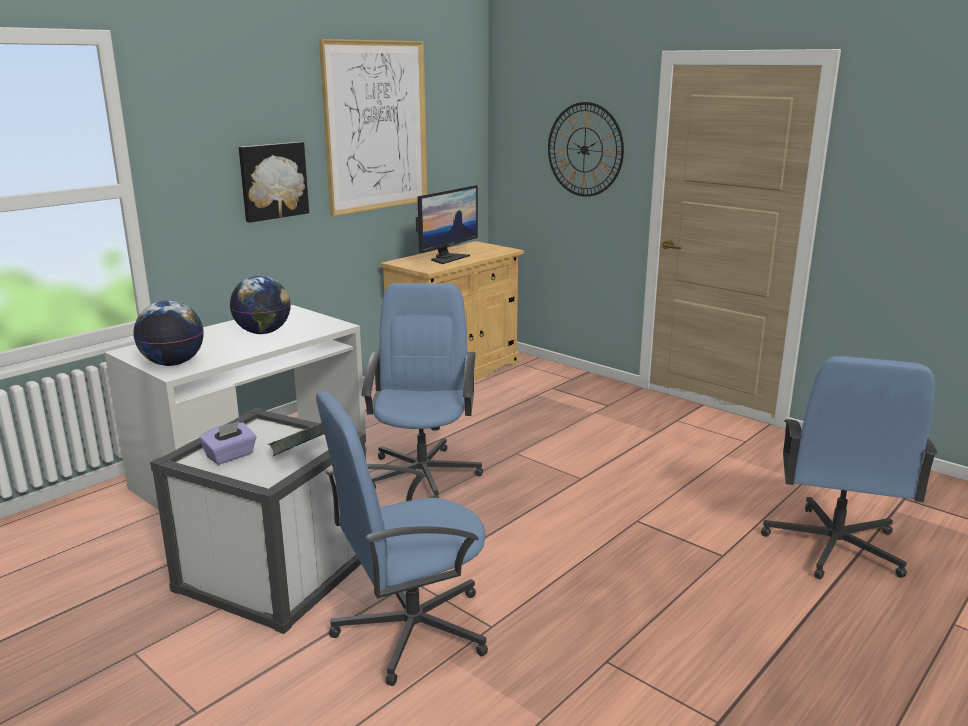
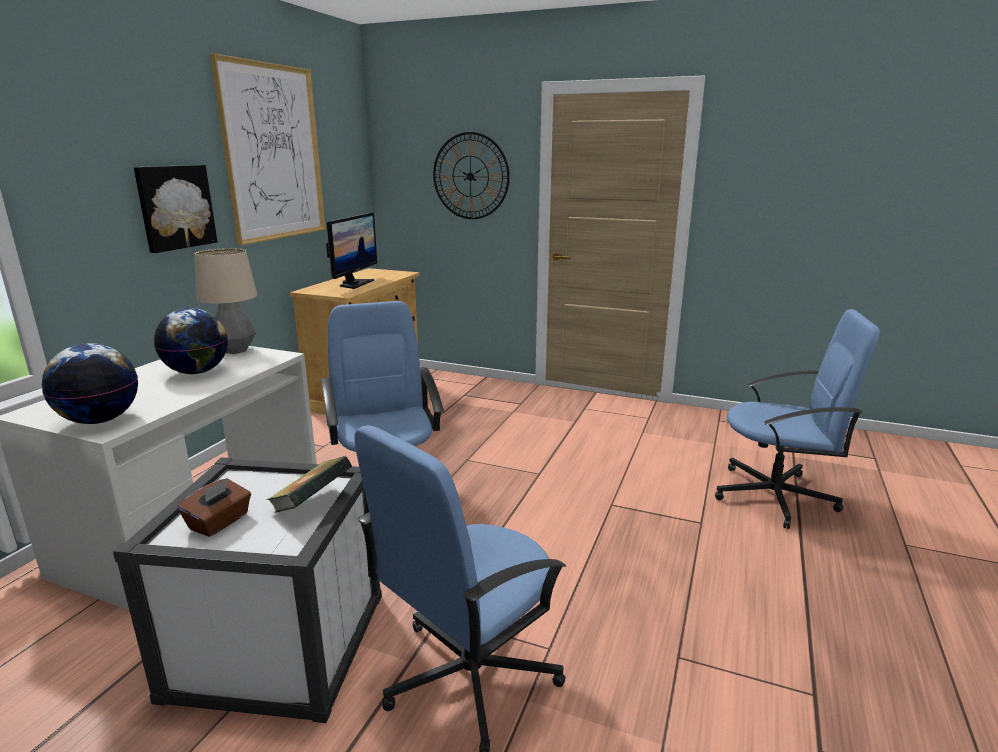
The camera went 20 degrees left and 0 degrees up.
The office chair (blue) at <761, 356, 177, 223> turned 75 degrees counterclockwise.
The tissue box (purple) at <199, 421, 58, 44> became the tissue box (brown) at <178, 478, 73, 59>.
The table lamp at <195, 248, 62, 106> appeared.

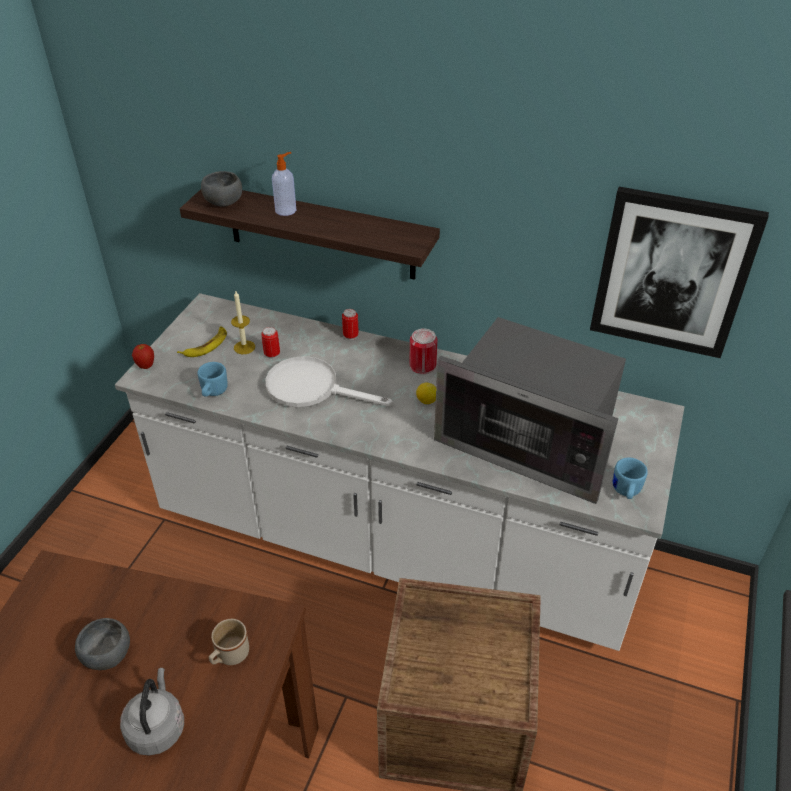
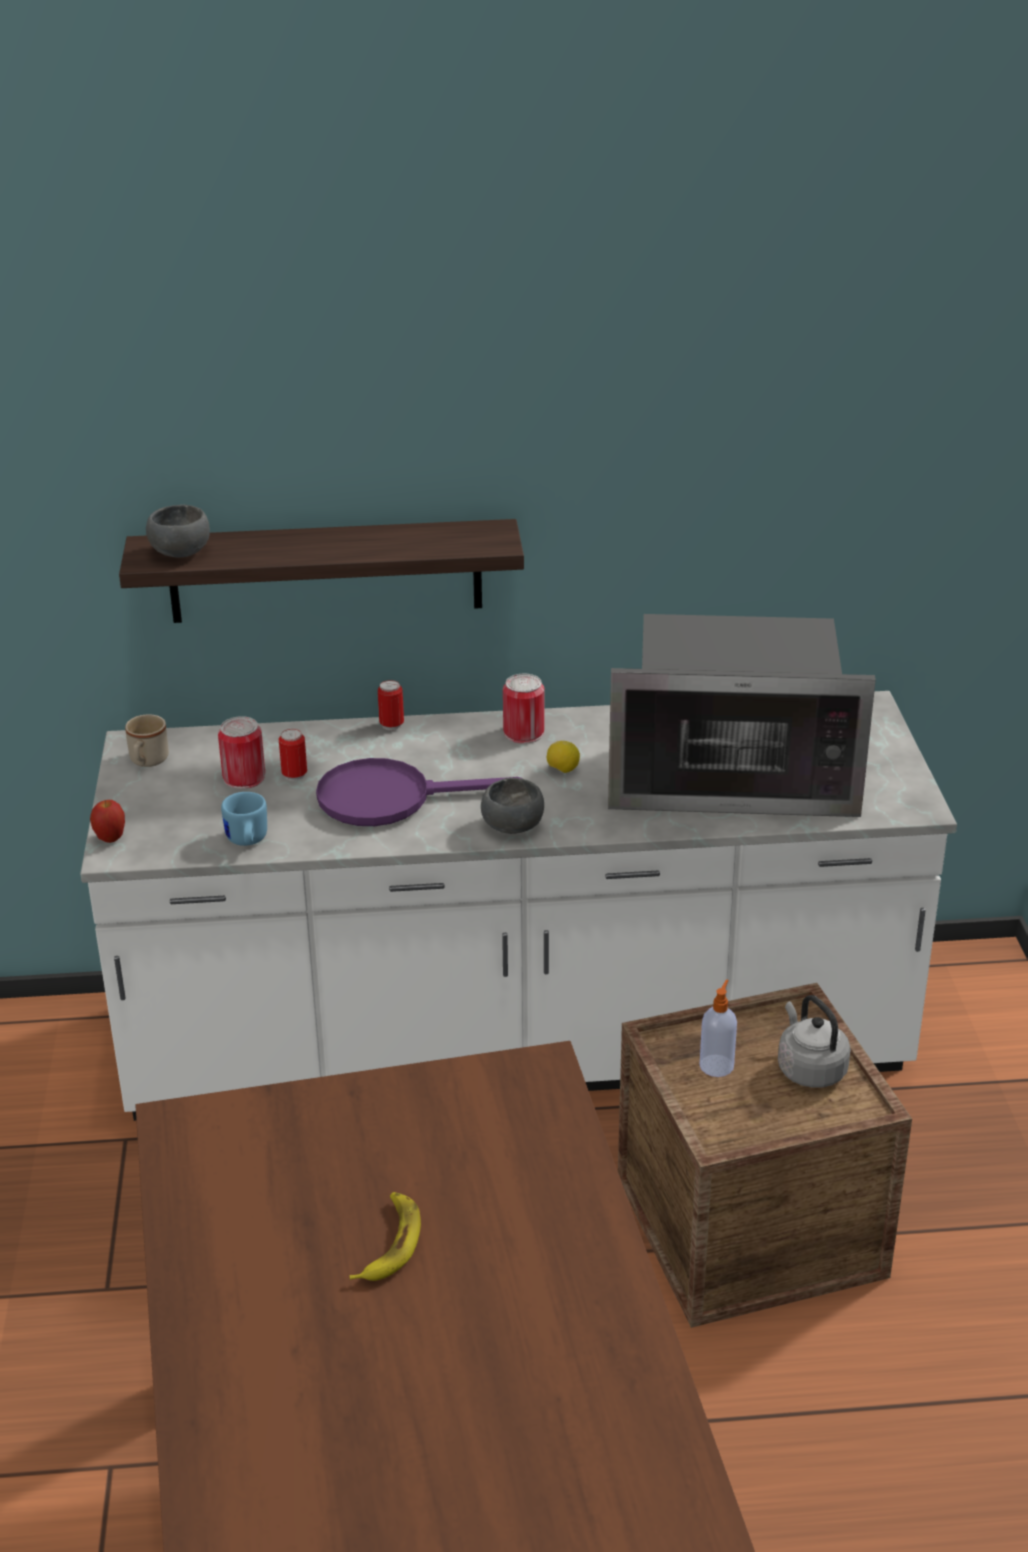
The camera went 25 degrees left and 10 degrees down.
The soap dispenser moved from <272, 152, 24, 64> to <699, 979, 38, 98>.
The picture at <590, 187, 179, 171> disappeared.
The candle at <231, 291, 24, 63> was replaced by the can at <218, 716, 47, 73>.
The banana moved from <177, 326, 50, 31> to <350, 1192, 71, 89>.
The frying pan (white) at <266, 356, 127, 52> became the frying pan (purple) at <316, 758, 207, 68>.
The mug (blue) at <613, 457, 35, 42> disappeared.
The bowl (grey) moved from <75, 618, 55, 52> to <481, 778, 63, 56>.
The mug (beige) moved from <209, 619, 40, 46> to <125, 714, 44, 53>.
The kettle (grey) moved from <120, 668, 64, 88> to <778, 995, 73, 93>.

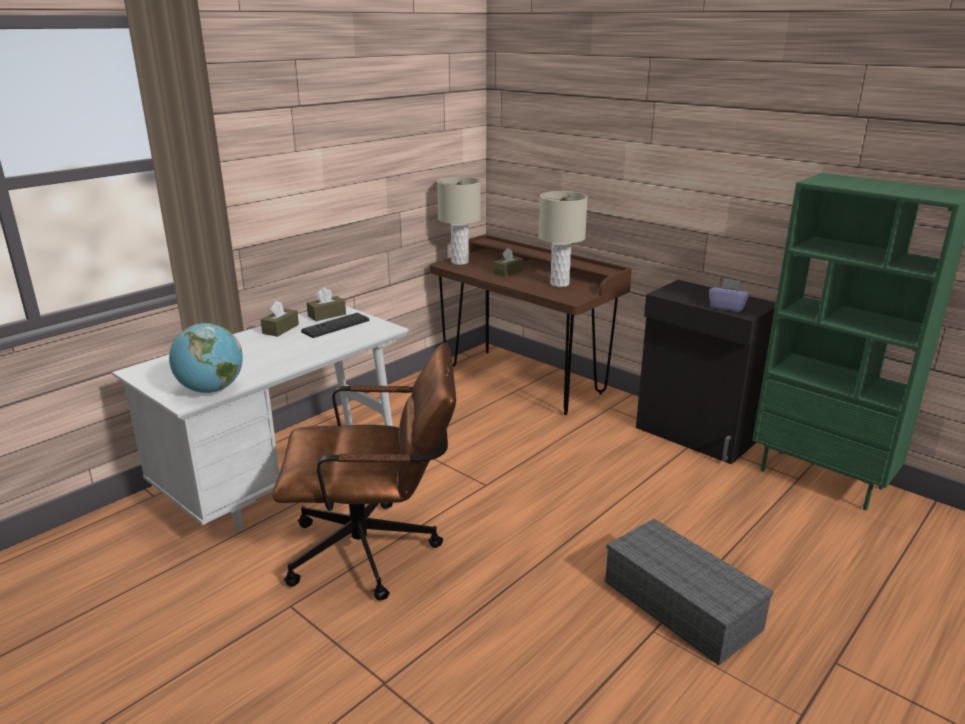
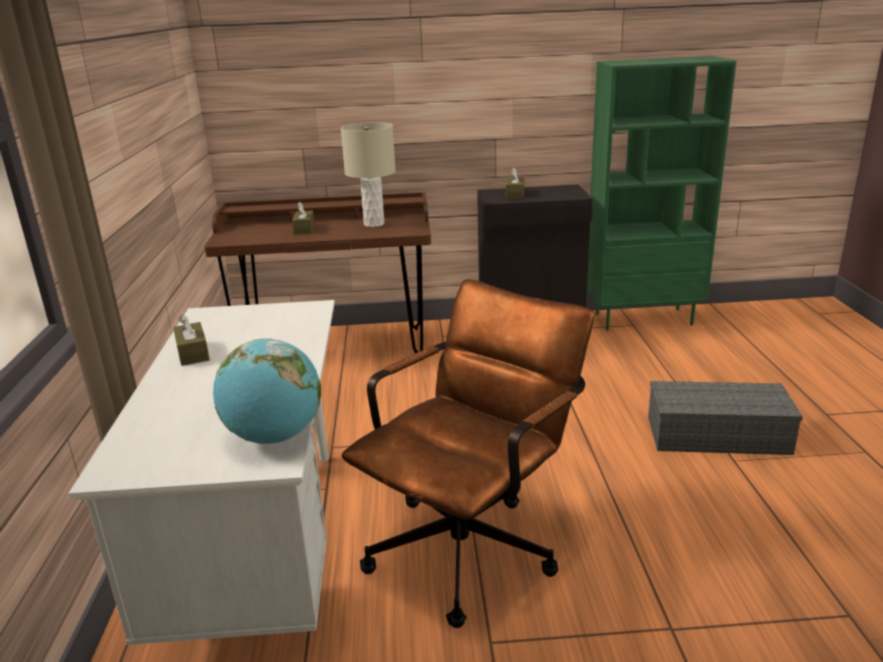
The camera went 45 degrees left and 0 degrees up.
The table lamp (beige) at <437, 177, 44, 88> disappeared.
The tissue box (purple) at <709, 278, 41, 34> disappeared.
The tissue box (brown) moved from <307, 287, 39, 34> to <506, 168, 19, 31>.
The keyboard at <301, 313, 68, 25> disappeared.

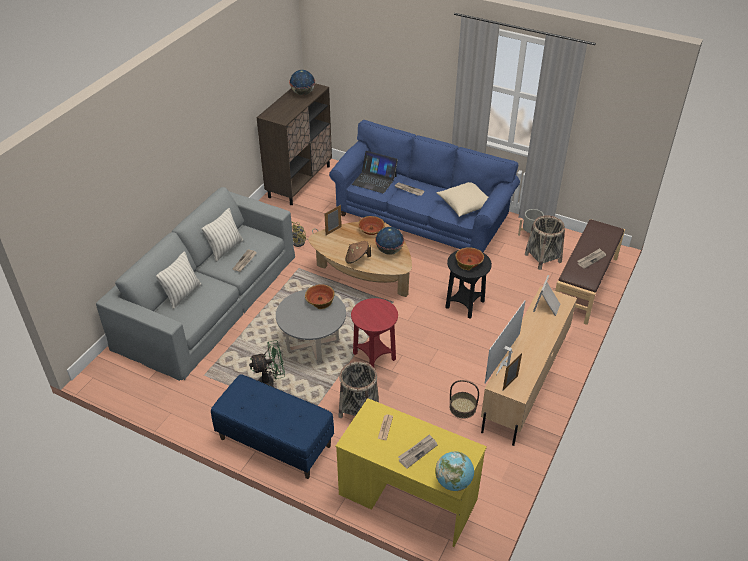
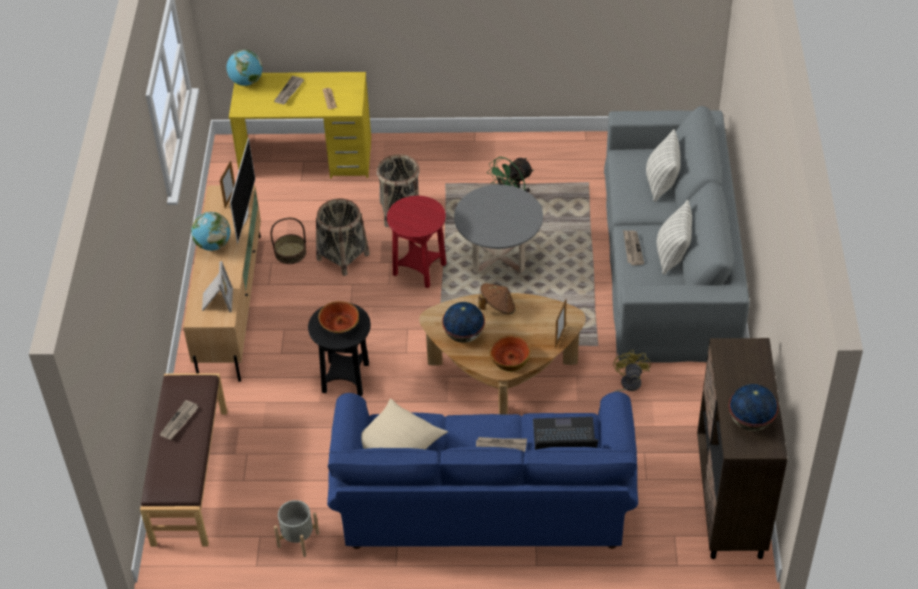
The camera went 155 degrees right and 5 degrees up.
The basket moved from <525, 215, 40, 55> to <316, 199, 54, 77>.
The bowl at <305, 284, 29, 25> disappeared.
The bench (blue) at <211, 374, 123, 105> disappeared.
The globe at <191, 212, 39, 39> appeared.

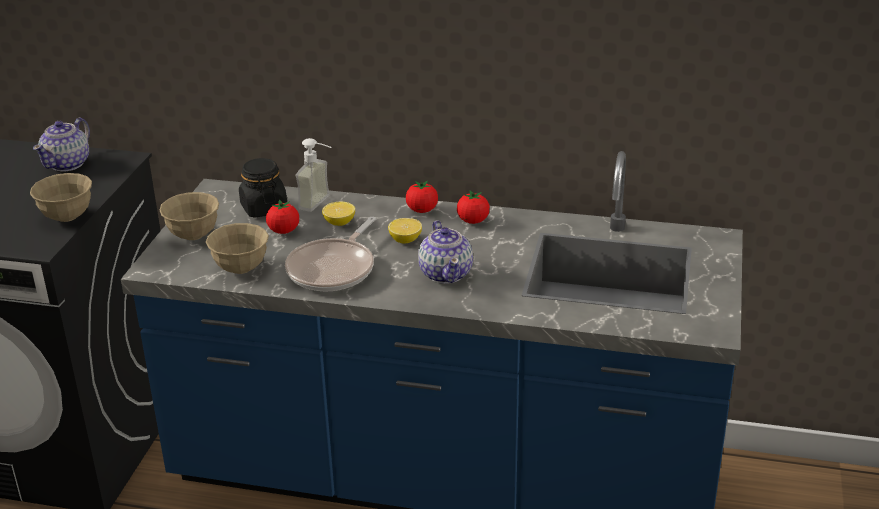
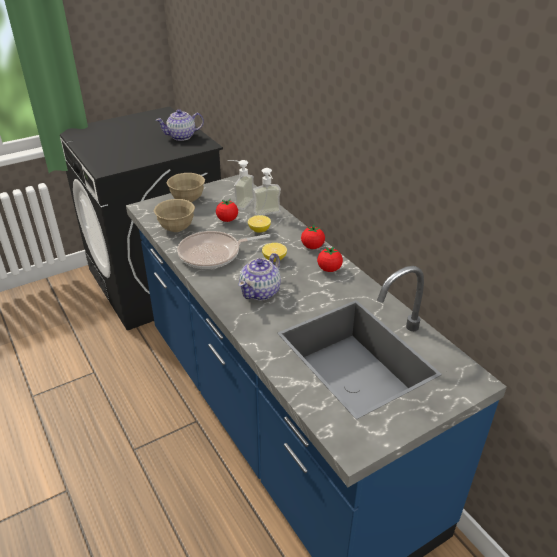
The camera went 45 degrees right and 5 degrees up.
The jar (black) at <239, 158, 48, 60> was replaced by the soap dispenser at <228, 160, 26, 50>.
The bowl (beige) at <30, 173, 62, 49> disappeared.

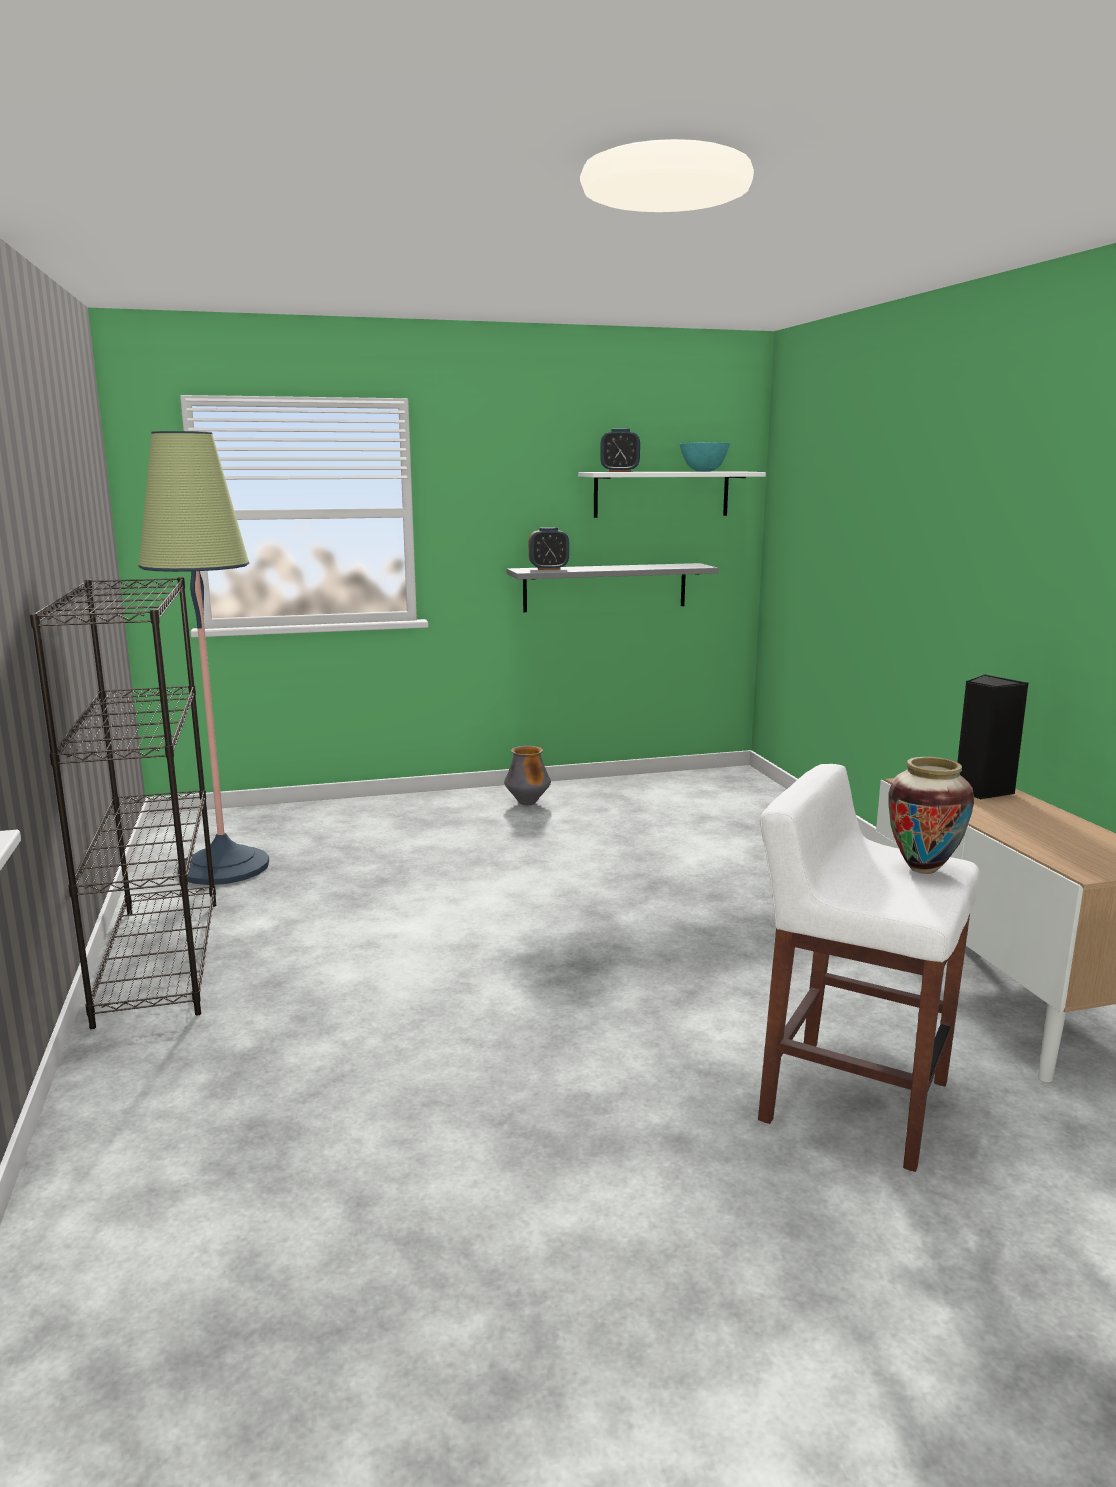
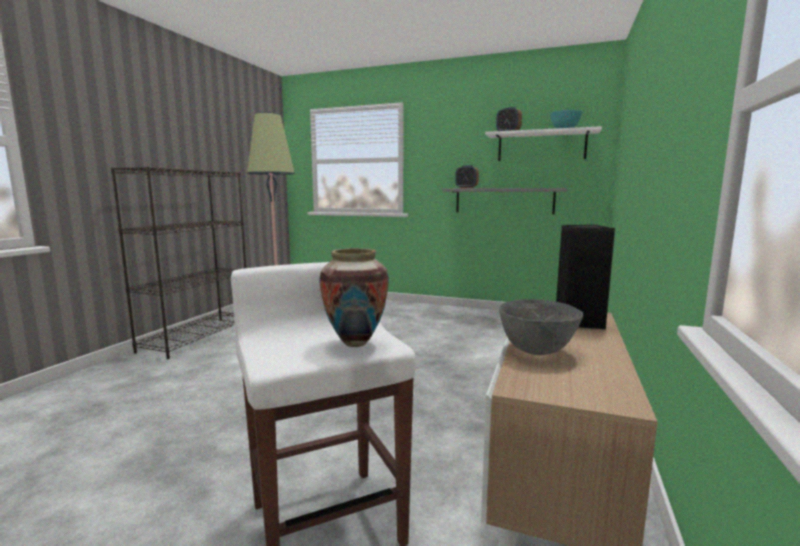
The camera went 35 degrees right and 5 degrees down.
The vase at <504, 746, 47, 59> disappeared.
The bowl (grey) at <499, 299, 84, 56> appeared.

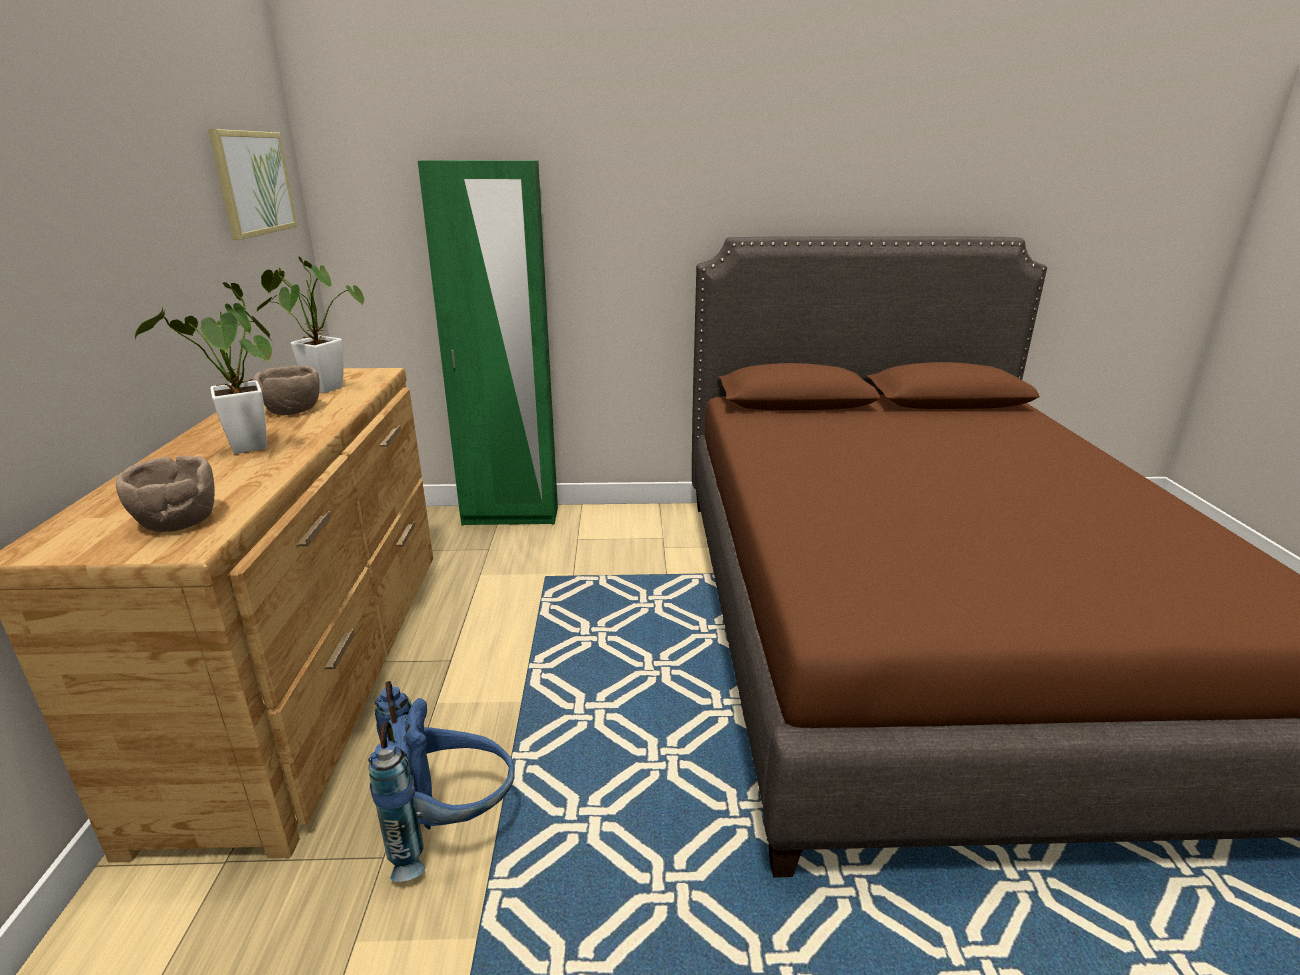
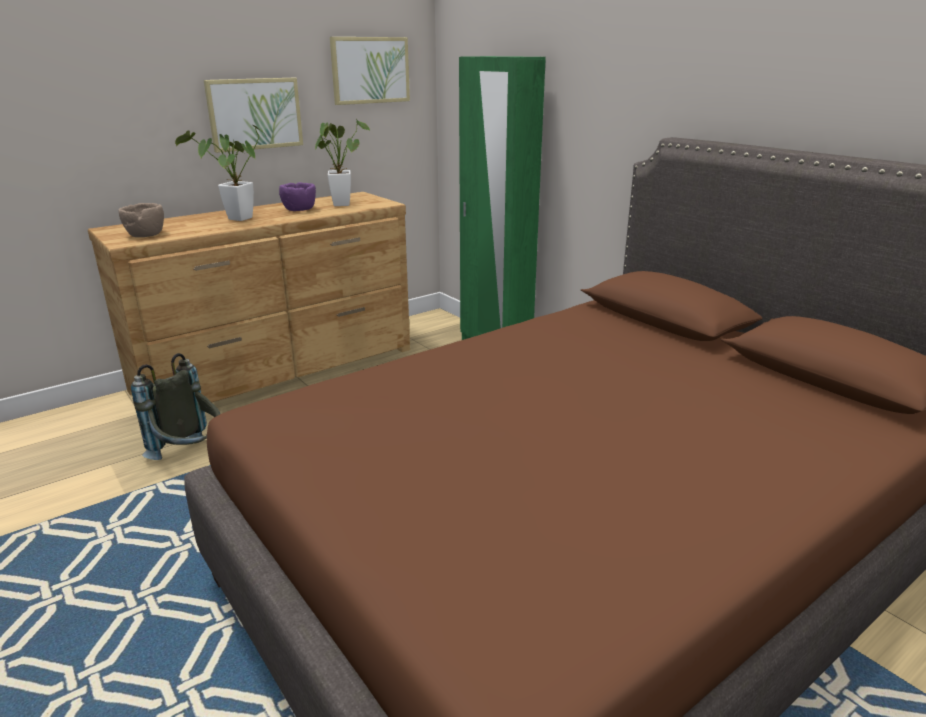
The camera went 55 degrees right and 0 degrees up.
The bowl (brown) at <254, 365, 66, 50> became the bowl (purple) at <279, 182, 37, 29>.
The backpack (blue) at <368, 681, 147, 201> became the backpack (grey) at <131, 353, 89, 107>.
The picture at <204, 78, 99, 75> appeared.

